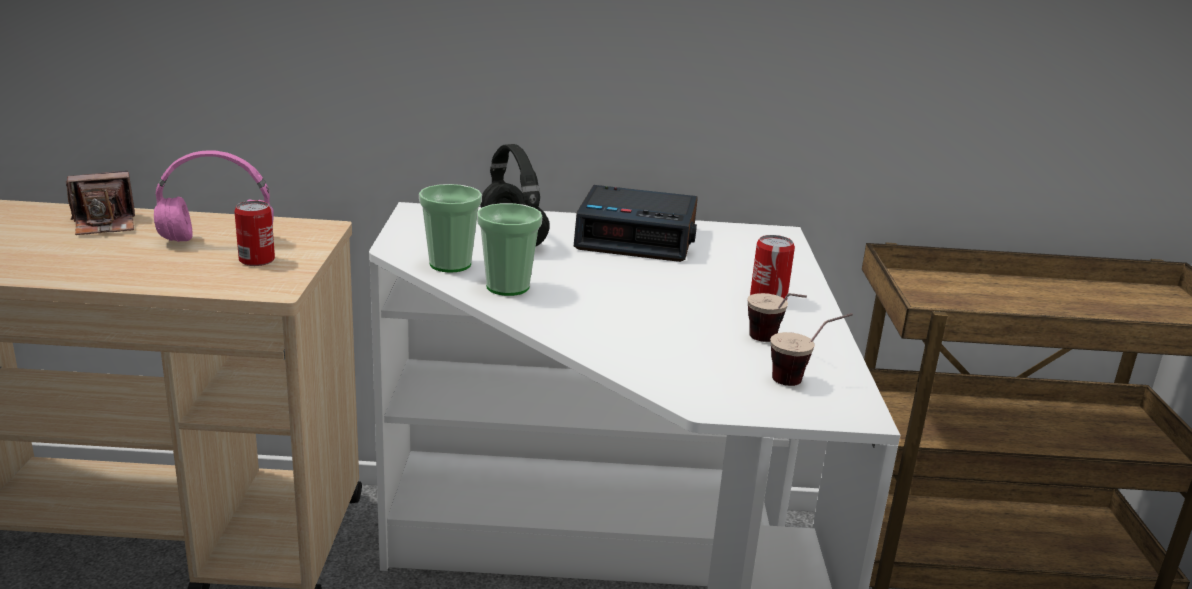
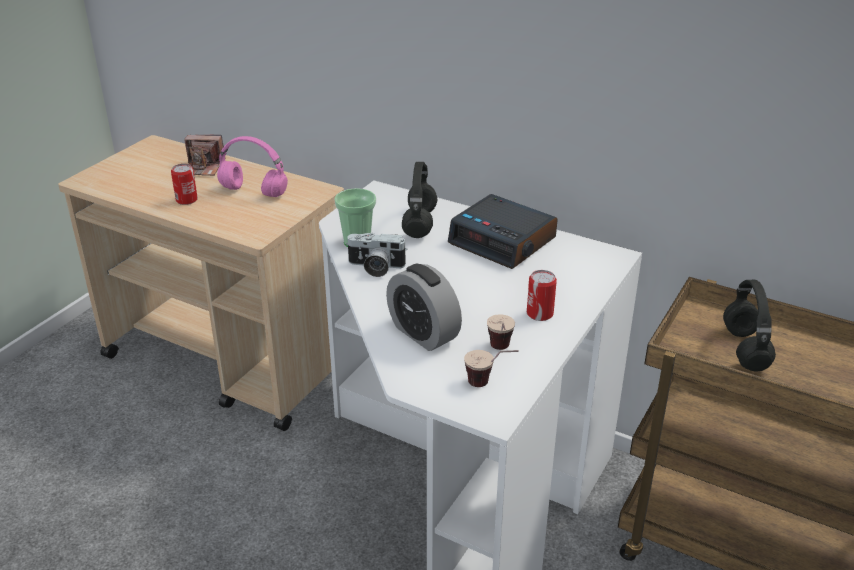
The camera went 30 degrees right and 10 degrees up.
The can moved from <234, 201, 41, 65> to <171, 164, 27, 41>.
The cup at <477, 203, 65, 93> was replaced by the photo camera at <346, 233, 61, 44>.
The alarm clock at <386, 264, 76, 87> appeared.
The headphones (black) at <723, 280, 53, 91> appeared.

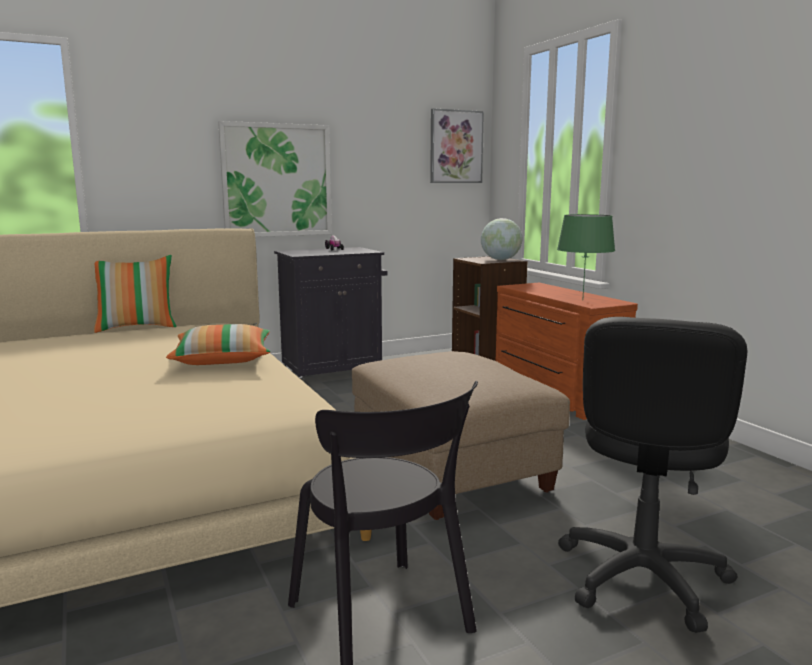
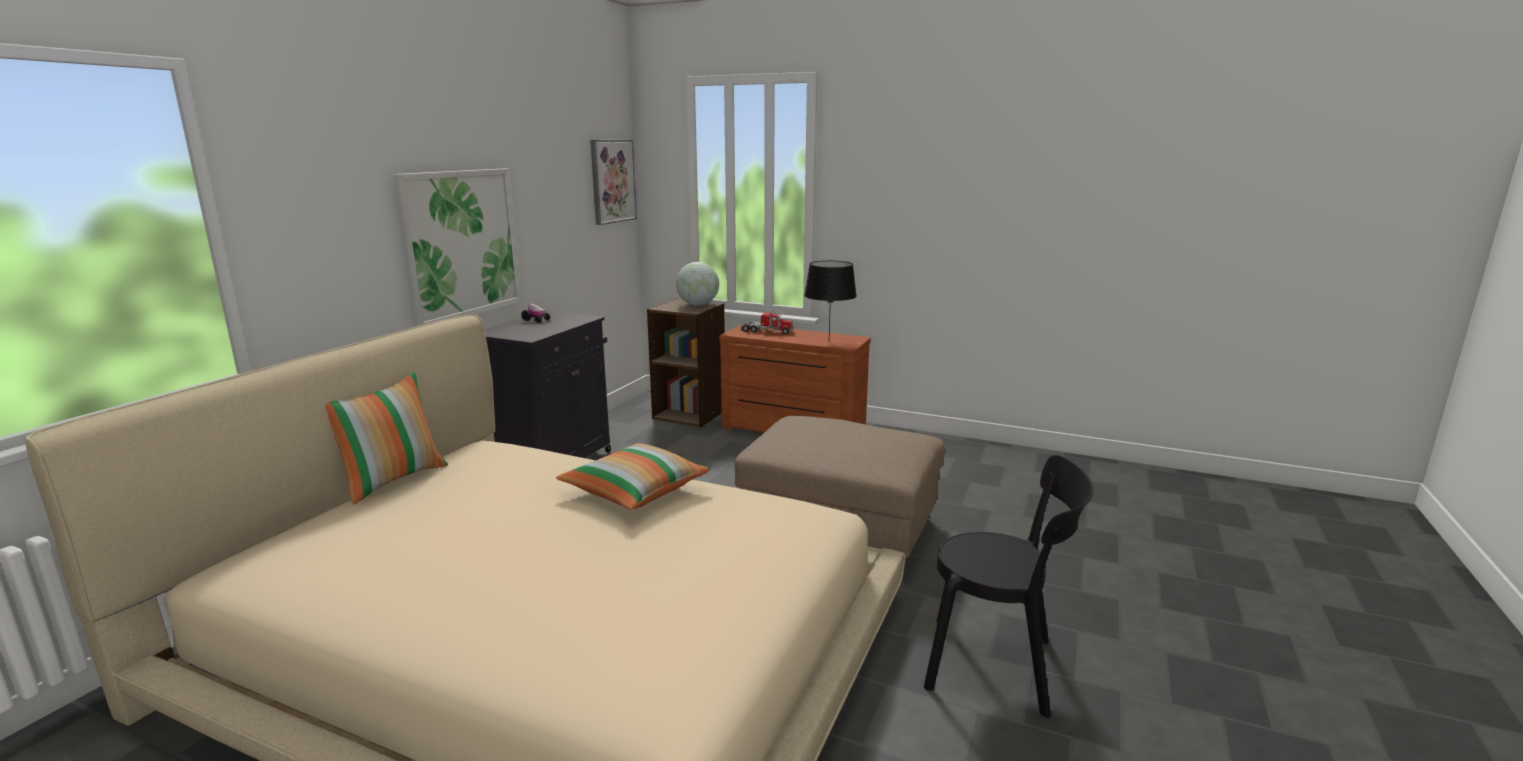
The camera went 40 degrees left and 5 degrees up.
The table lamp (green) at <557, 214, 58, 87> became the table lamp (black) at <804, 260, 53, 79>.
The office chair (black) at <558, 317, 189, 316> disappeared.
The toy truck at <741, 309, 53, 26> appeared.

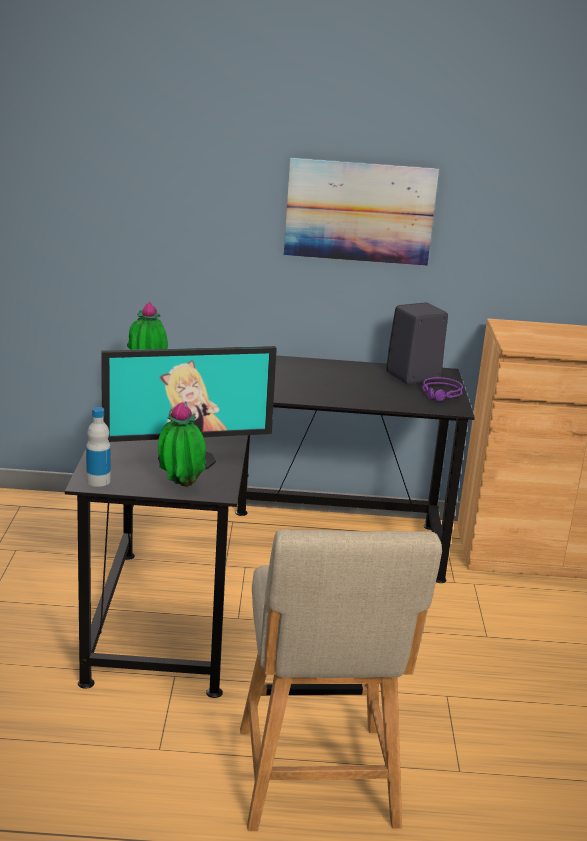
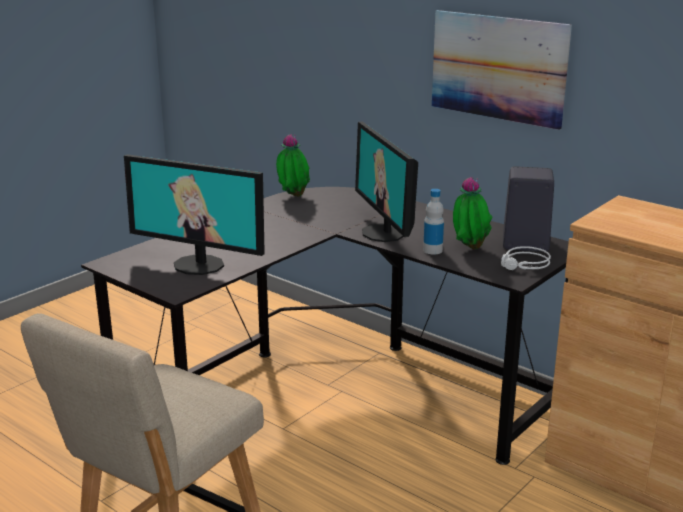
The camera went 40 degrees right and 0 degrees up.
The headphones (purple) at <423, 377, 40, 25> became the headphones (grey) at <501, 246, 50, 24>.
The potted plant moved from <158, 402, 48, 85> to <453, 177, 40, 72>.
The bottle moved from <86, 407, 25, 80> to <423, 189, 21, 65>.
The monitor at <355, 122, 63, 120> appeared.

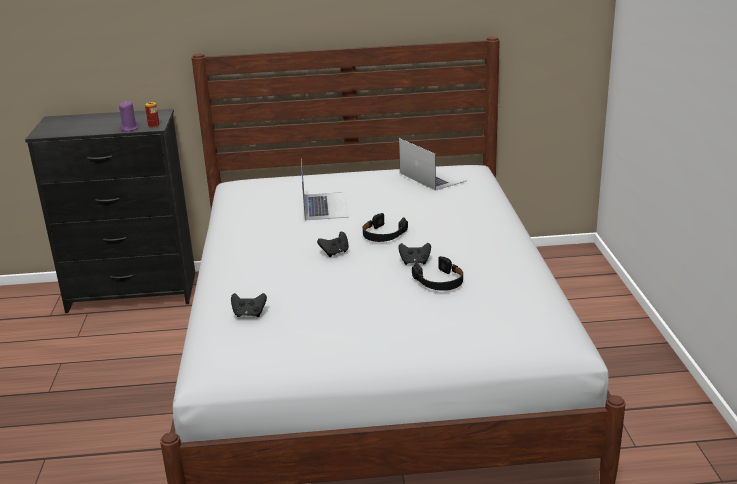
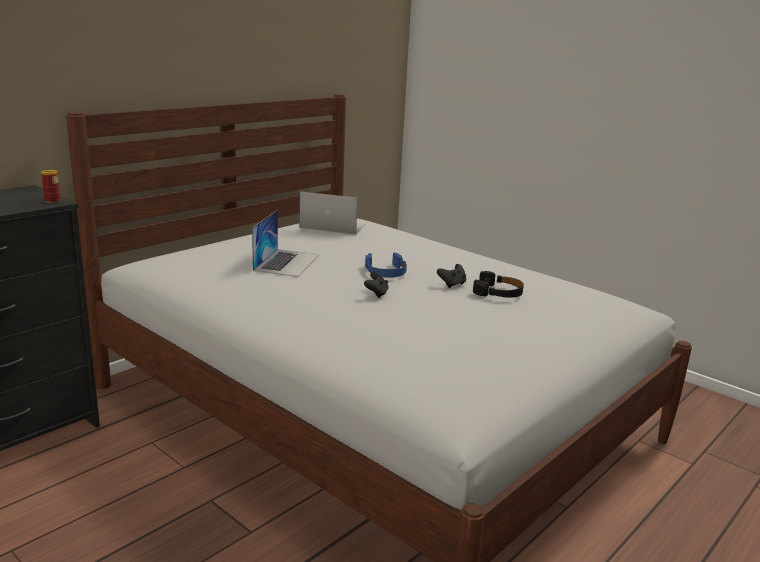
The camera went 45 degrees left and 5 degrees down.
The candle (purple) at <119, 101, 20, 30> disappeared.
The laptop at <301, 159, 48, 62> turned 60 degrees clockwise.
The headphones (black) at <363, 213, 45, 29> became the headphones (blue) at <365, 252, 42, 26>.
The game controller (black) at <231, 293, 36, 24> disappeared.

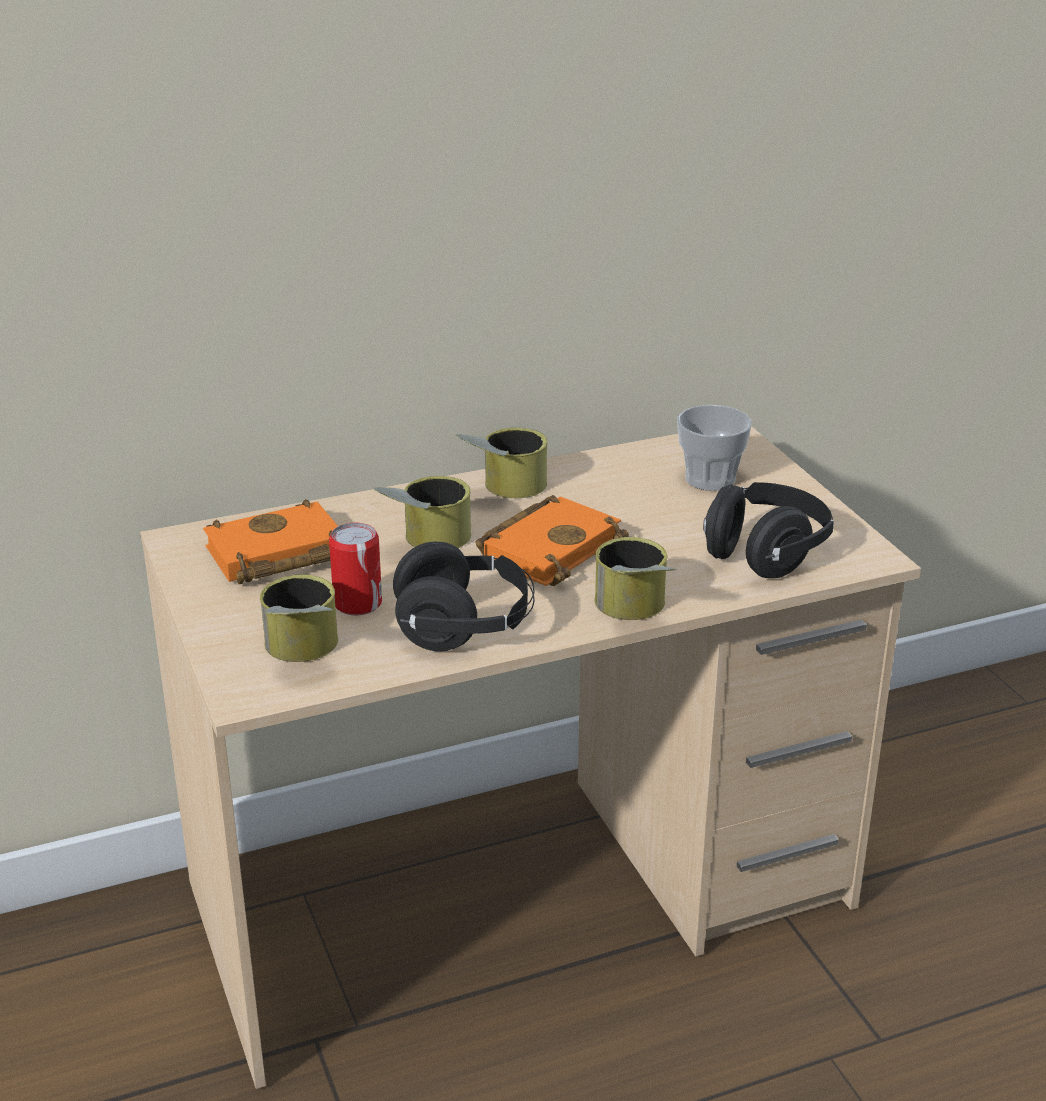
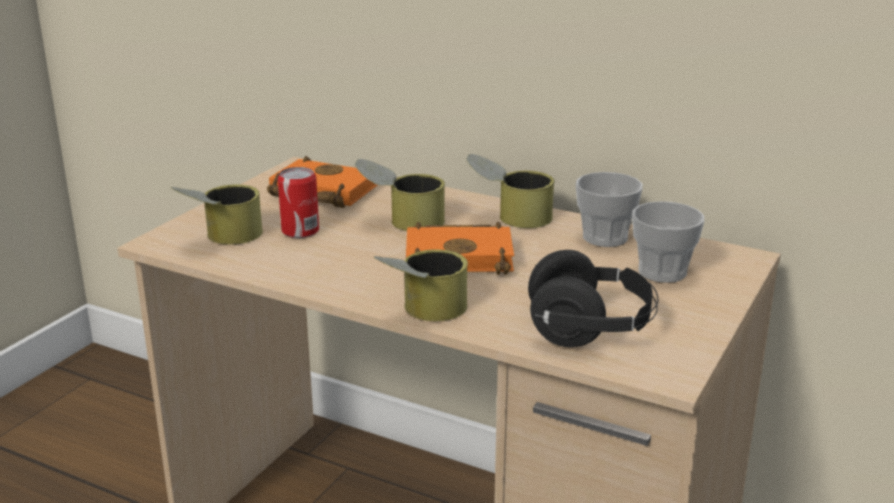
The camera went 50 degrees right and 5 degrees down.
The headphones (black) at <393, 542, 141, 109> disappeared.
The cup at <576, 172, 67, 75> appeared.

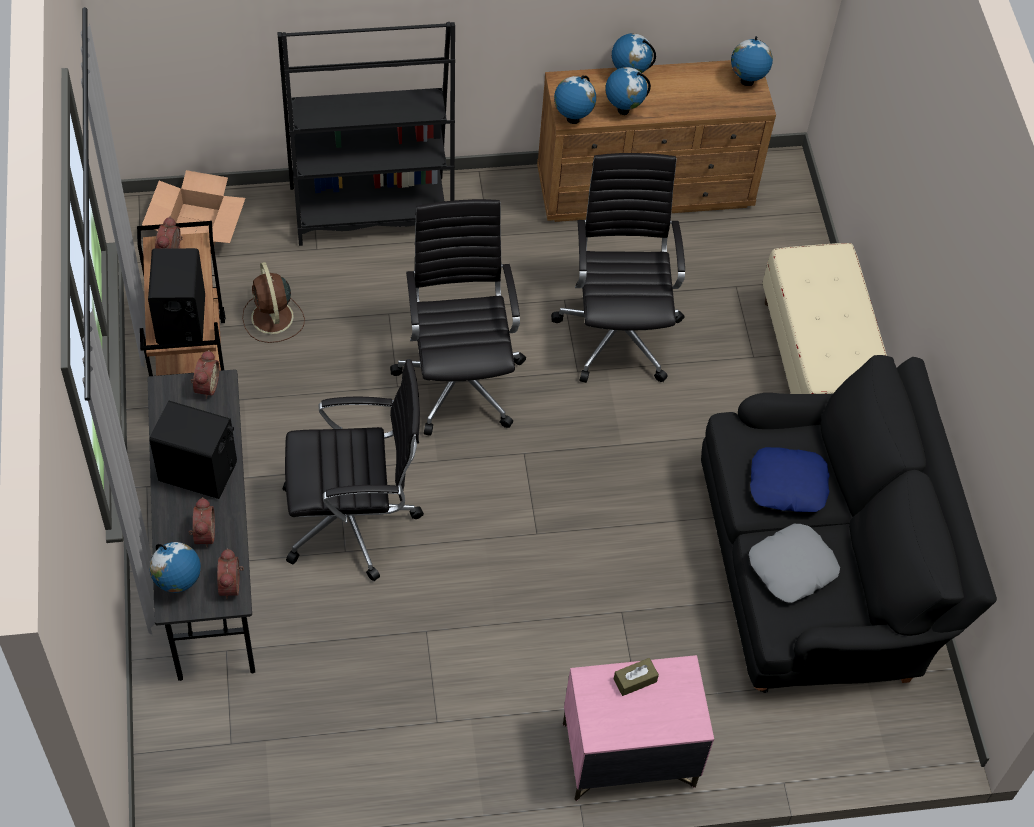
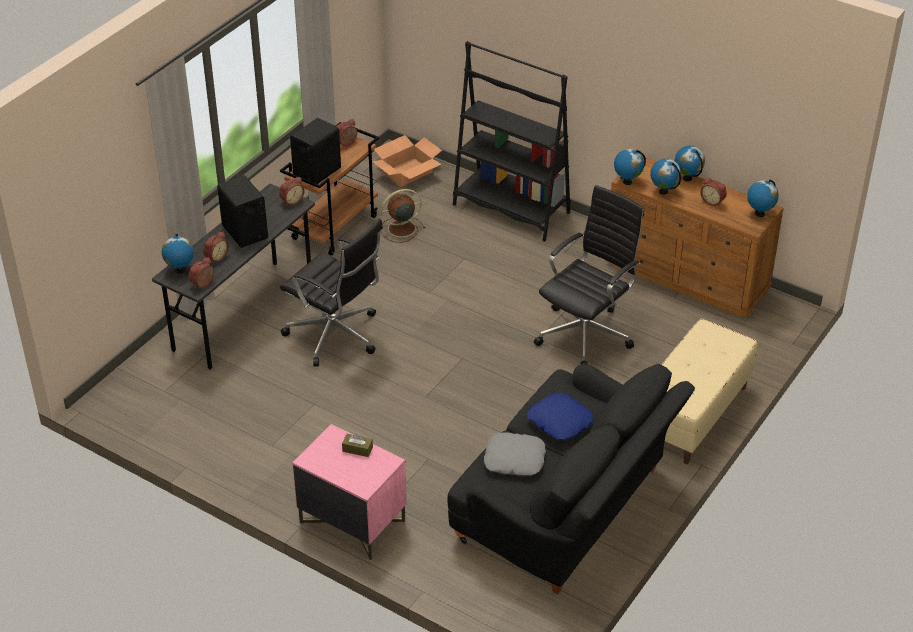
The camera went 45 degrees right and 15 degrees down.
The office chair (black) at <390, 199, 136, 237> disappeared.
The fan (brown) at <242, 262, 63, 81> turned 45 degrees clockwise.
The alarm clock at <701, 177, 26, 30> appeared.

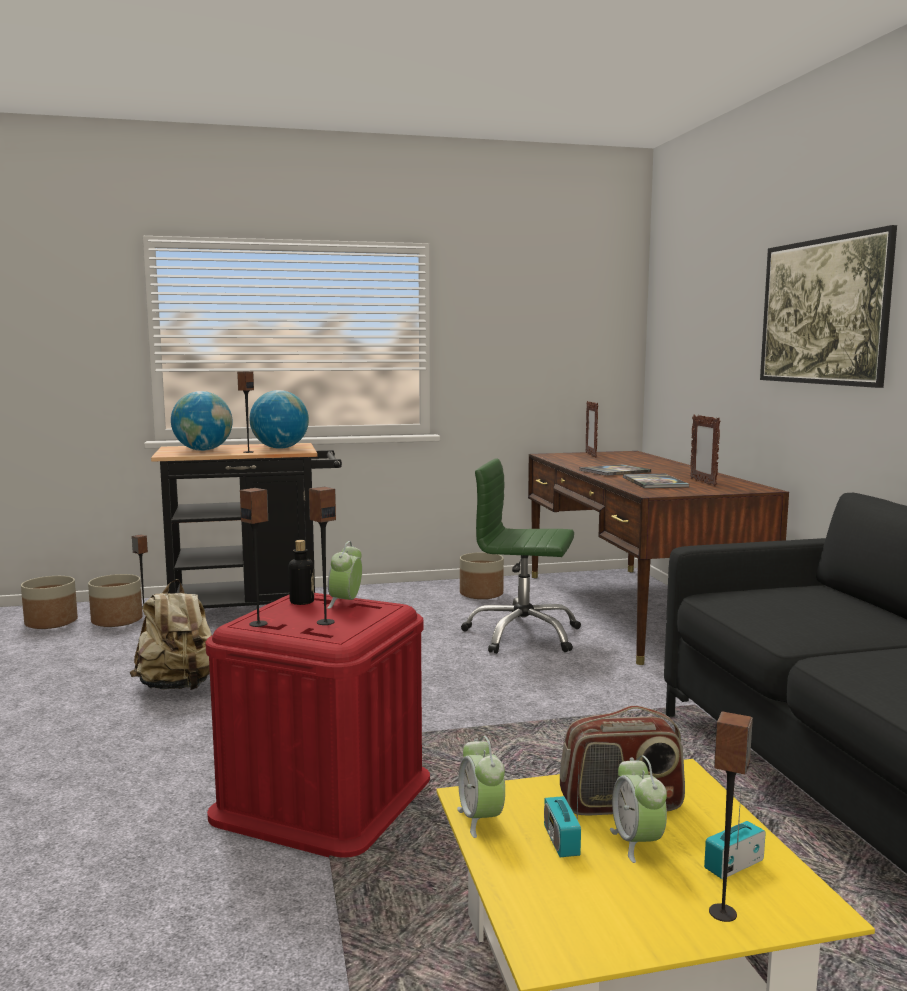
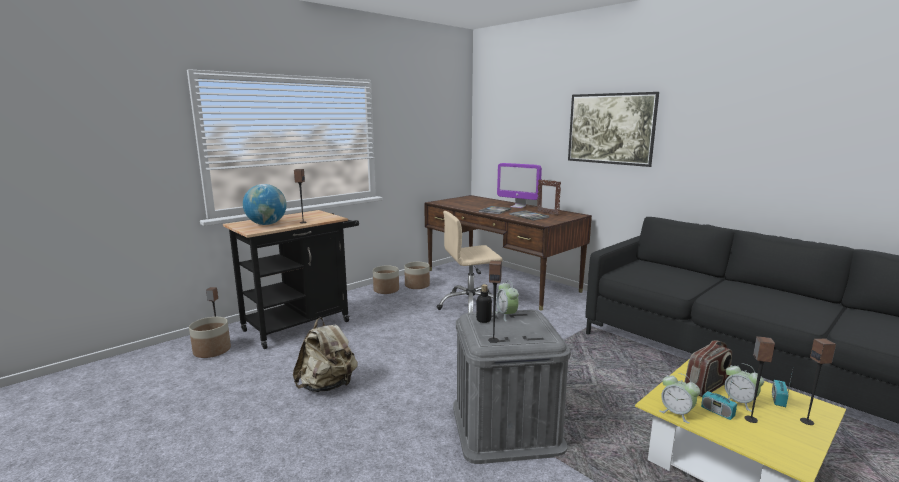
The camera went 30 degrees left and 5 degrees up.
The globe at <249, 390, 60, 59> disappeared.
The picture frame at <585, 401, 13, 57> disappeared.
The office chair (green) at <461, 459, 120, 195> became the office chair (beige) at <437, 211, 66, 102>.
The speaker moved from <309, 487, 27, 138> to <744, 336, 31, 87>.
The planter moved from <21, 576, 57, 53> to <373, 265, 26, 29>.
The storage box (red) at <205, 593, 225, 265> became the storage box (grey) at <453, 310, 118, 154>.
The monitor at <497, 163, 45, 45> appeared.

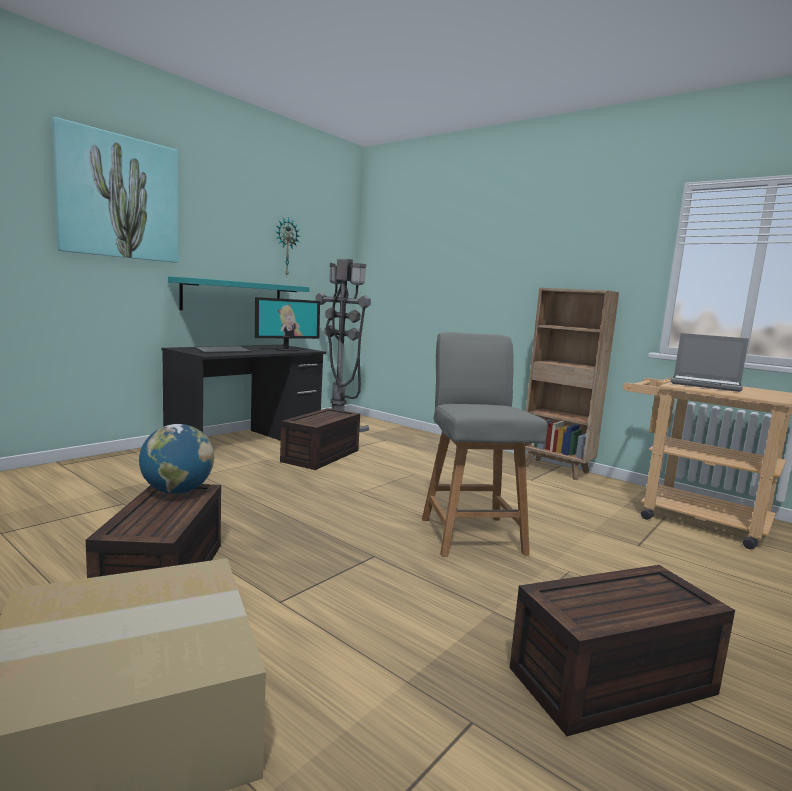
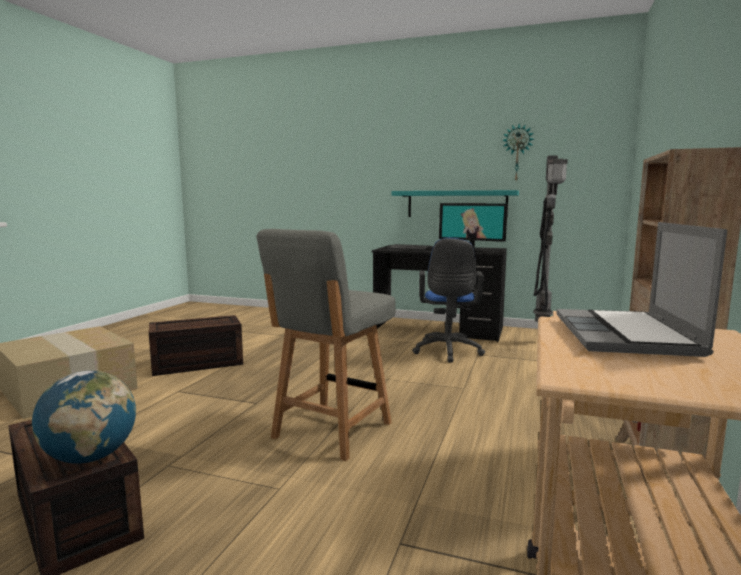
The camera went 70 degrees right and 0 degrees up.
The picture at <52, 117, 126, 146> disappeared.
The chair (grey) at <422, 332, 126, 225> turned 150 degrees clockwise.
The storage box (brown) at <280, 408, 80, 62> was replaced by the office chair (blue) at <412, 238, 73, 125>.
The globe moved from <139, 424, 75, 70> to <32, 371, 104, 93>.

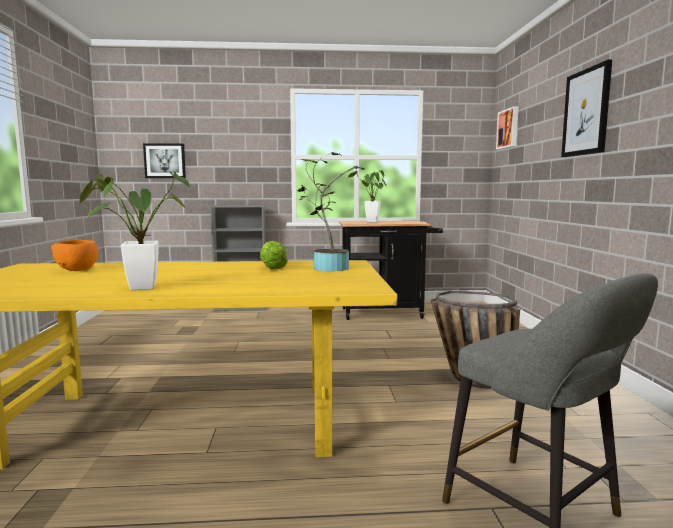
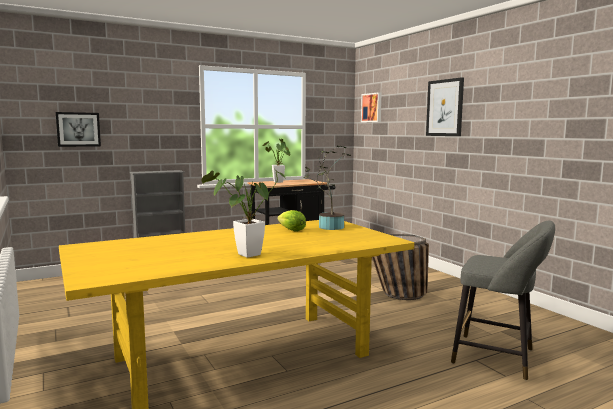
The camera went 25 degrees left and 0 degrees up.
The bowl (orange) at <51, 240, 47, 31> disappeared.

